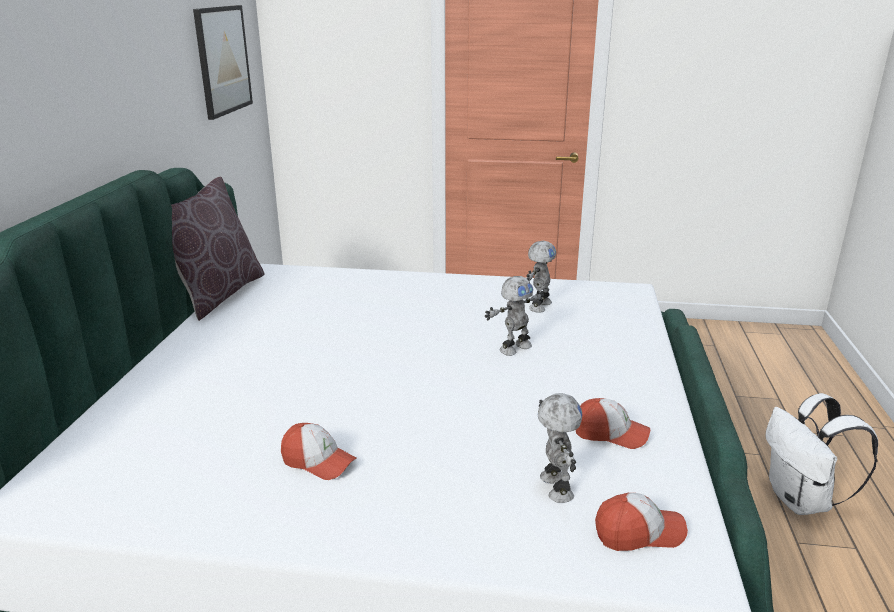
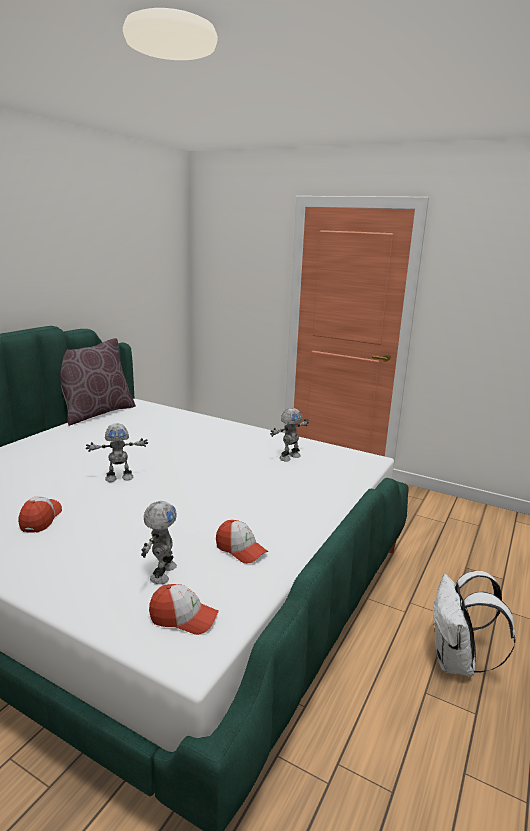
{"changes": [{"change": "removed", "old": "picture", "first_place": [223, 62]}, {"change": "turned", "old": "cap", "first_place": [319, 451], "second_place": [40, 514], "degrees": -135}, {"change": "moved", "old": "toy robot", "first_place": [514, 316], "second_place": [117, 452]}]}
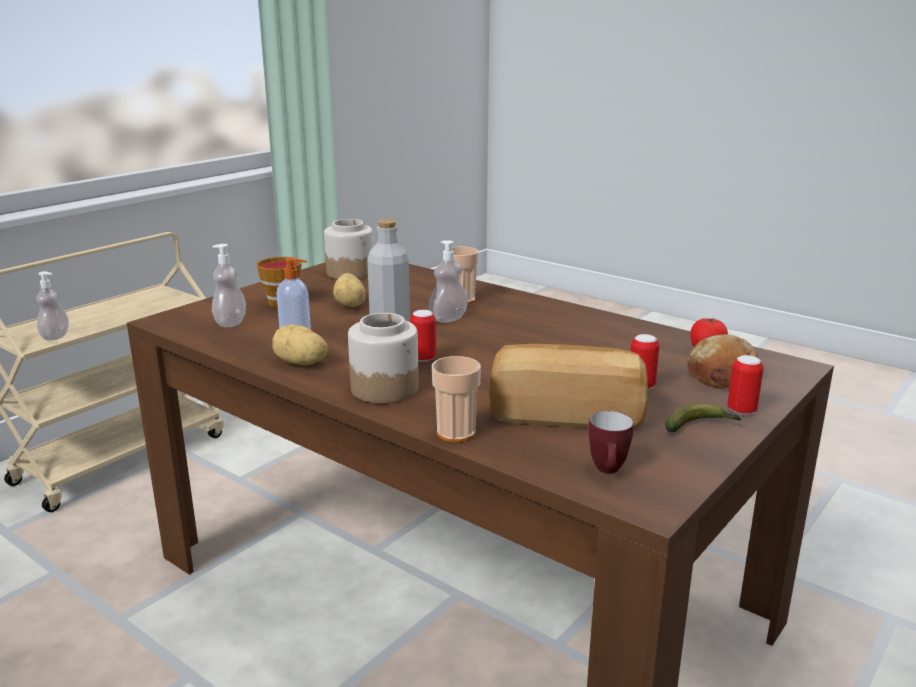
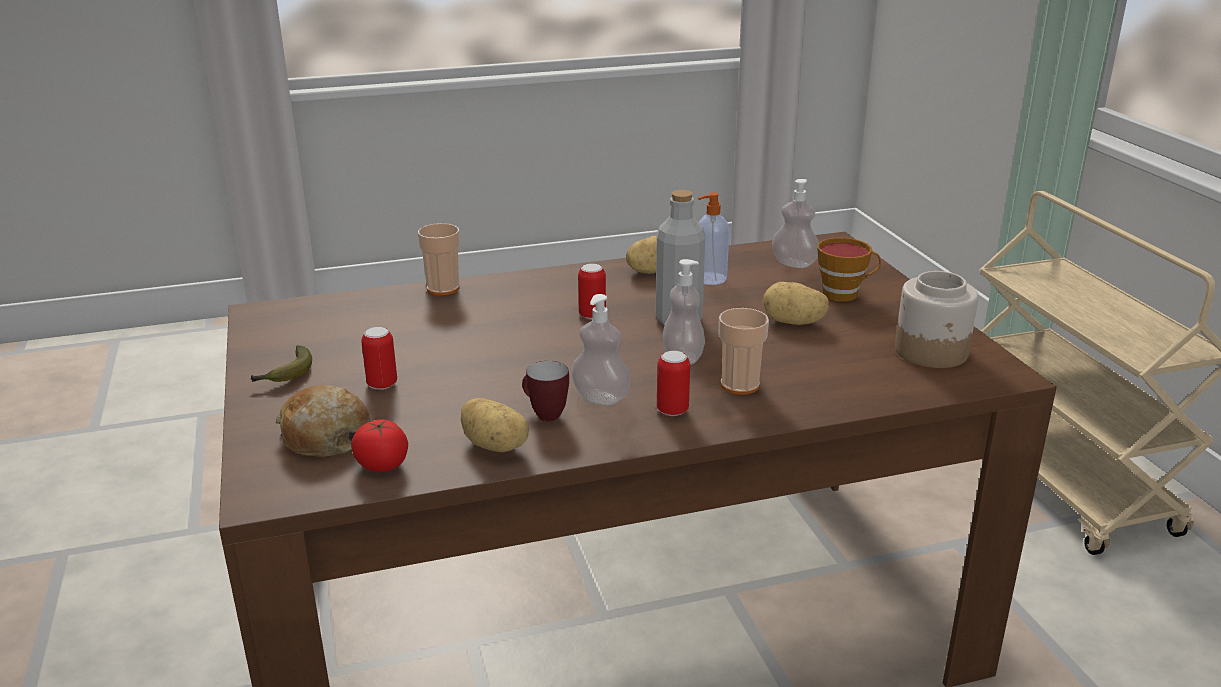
{"changes": [{"change": "moved", "old": "soap dispenser", "first_place": [53, 306], "second_place": [601, 349]}, {"change": "removed", "old": "jar", "first_place": [383, 358]}, {"change": "removed", "old": "bread", "first_place": [568, 387]}, {"change": "moved", "old": "mug", "first_place": [611, 442], "second_place": [545, 391]}, {"change": "moved", "old": "can", "first_place": [745, 385], "second_place": [673, 383]}, {"change": "added", "new": "potato", "second_place": [495, 425]}]}
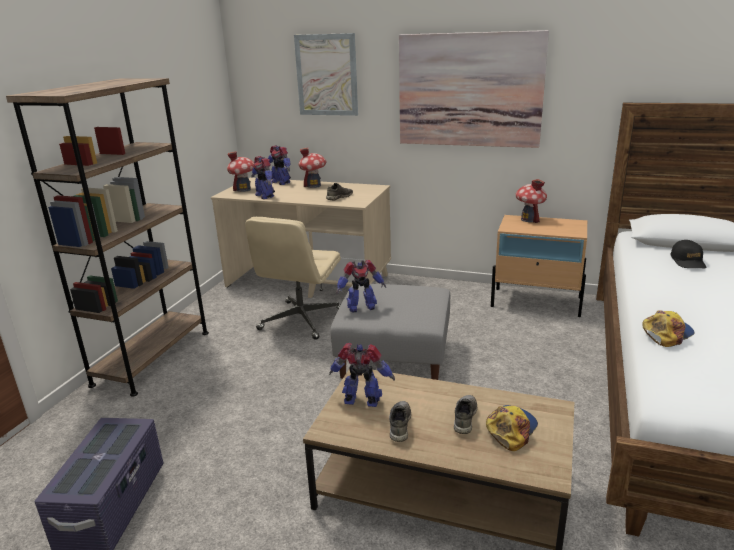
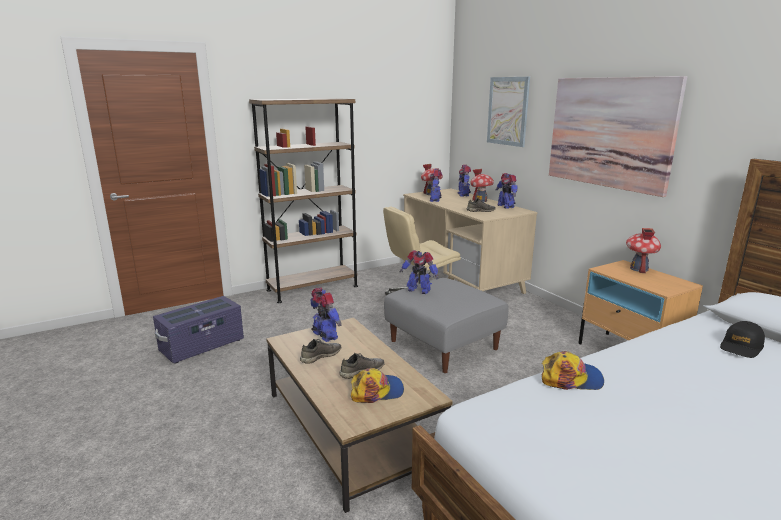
{"changes": [{"change": "added", "new": "toy robot", "second_place": [506, 191]}]}
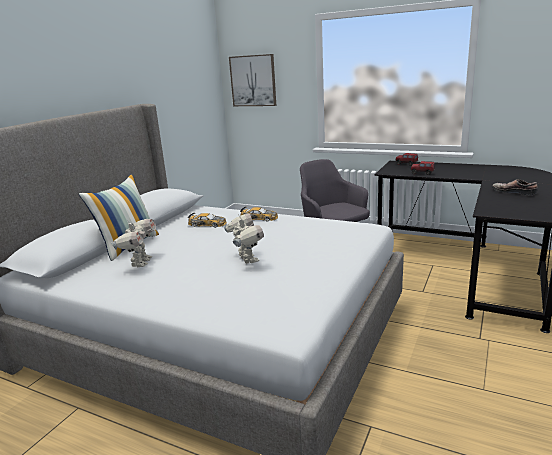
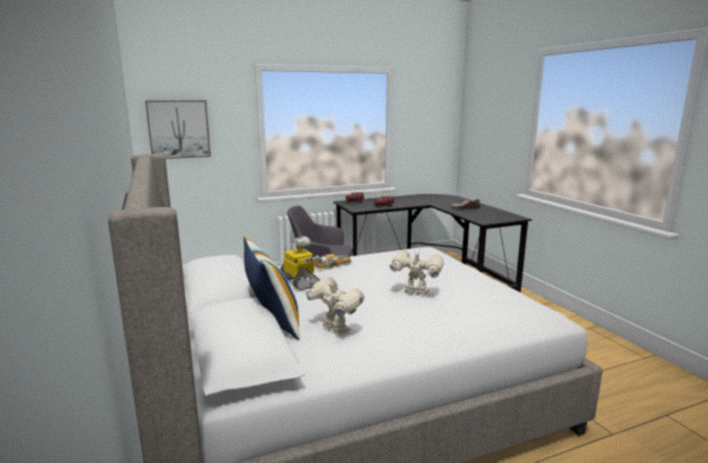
{"changes": [{"change": "replaced", "old": "toy car", "new": "toy robot", "first_place": [207, 220], "second_place": [301, 263]}]}
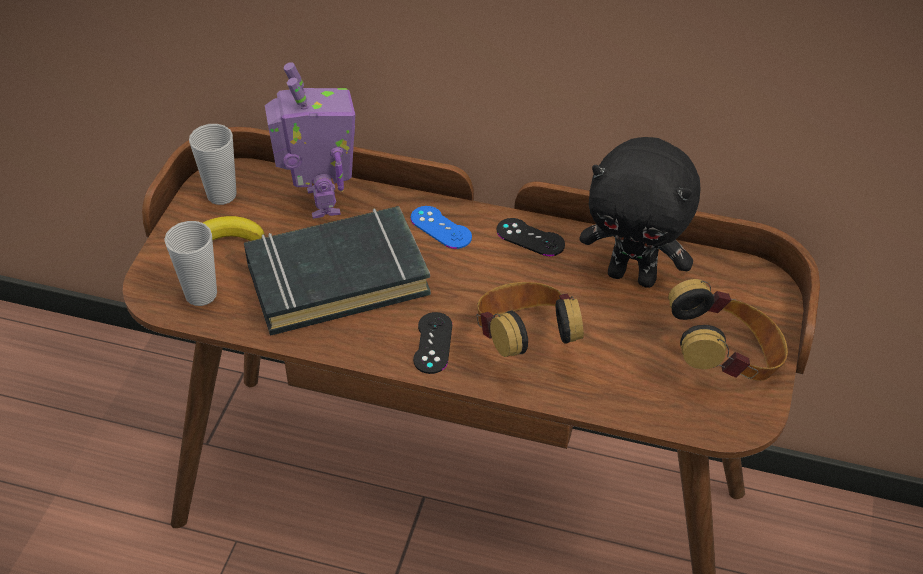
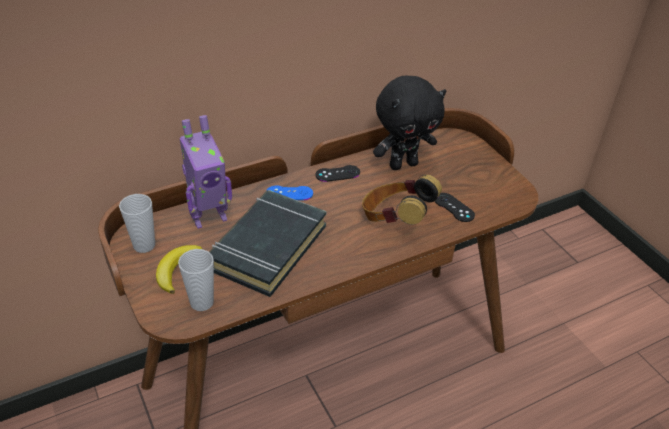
{"changes": [{"change": "turned", "old": "toy robot", "first_place": [310, 141], "second_place": [206, 172], "degrees": 120}, {"change": "moved", "old": "game controller in black", "first_place": [432, 343], "second_place": [455, 207]}, {"change": "removed", "old": "headphones", "first_place": [728, 330]}]}
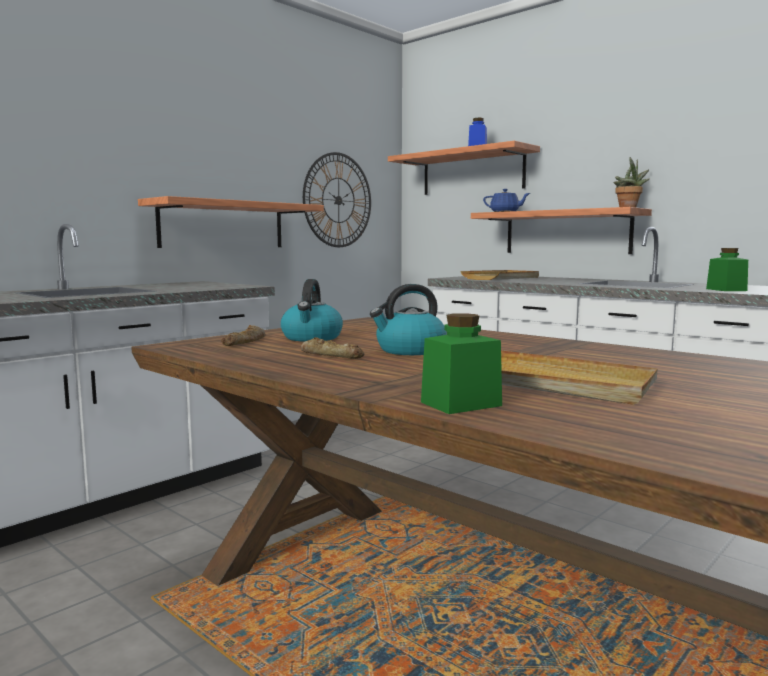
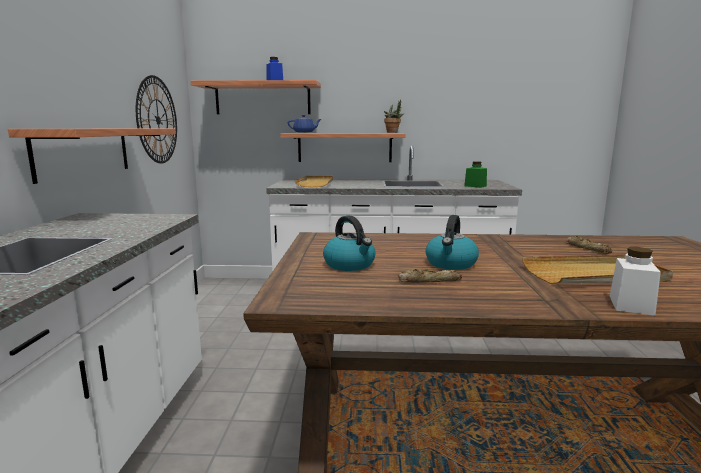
{"changes": [{"change": "moved", "old": "bread", "first_place": [243, 335], "second_place": [589, 245]}, {"change": "recoloured", "old": "jar in green", "new": "jar in white", "first_place": [461, 363], "second_place": [635, 281]}]}
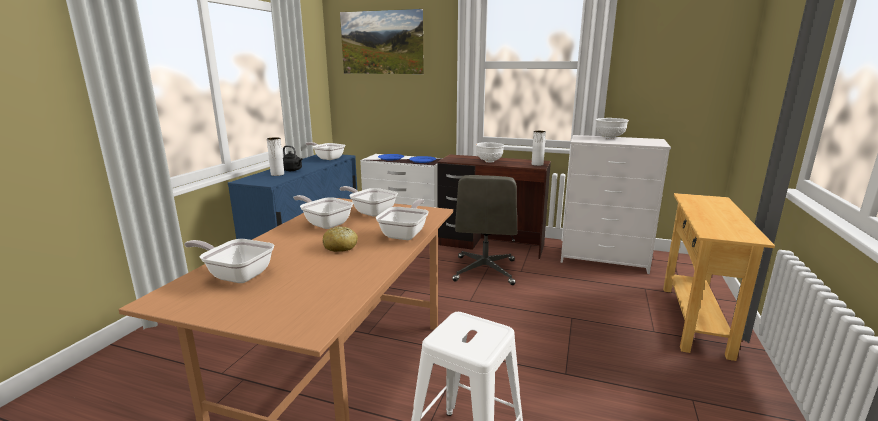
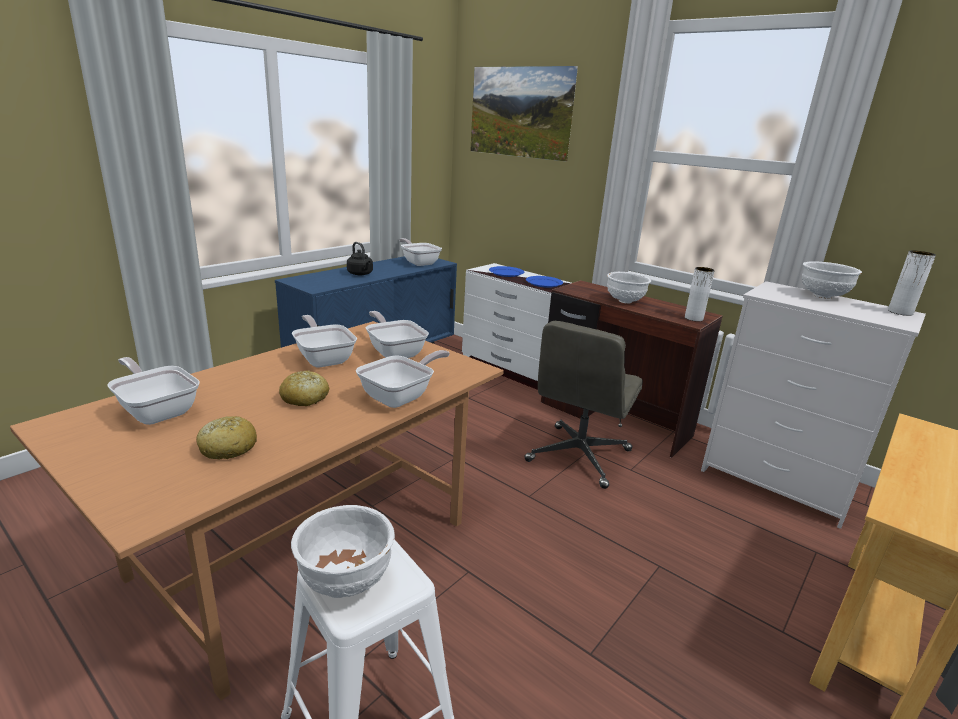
{"changes": [{"change": "moved", "old": "vase in white", "first_place": [275, 156], "second_place": [912, 283]}, {"change": "added", "new": "bread", "second_place": [226, 437]}, {"change": "added", "new": "bowl in white", "second_place": [343, 551]}]}
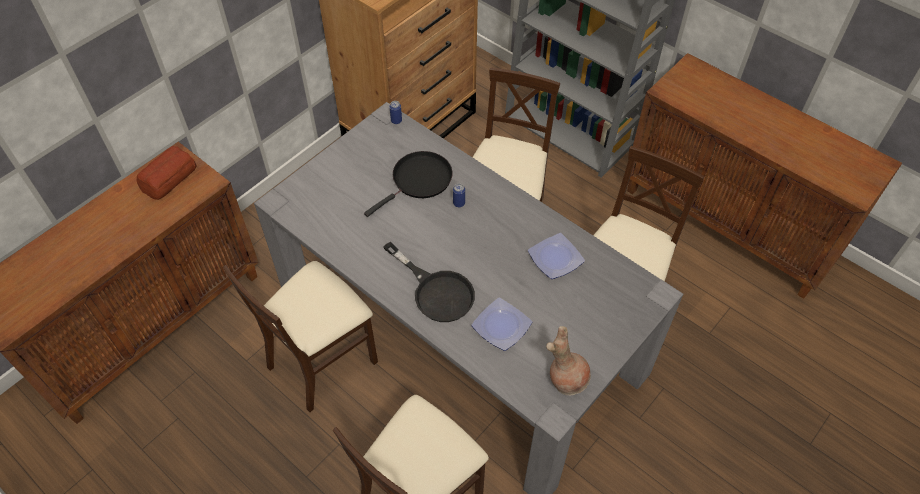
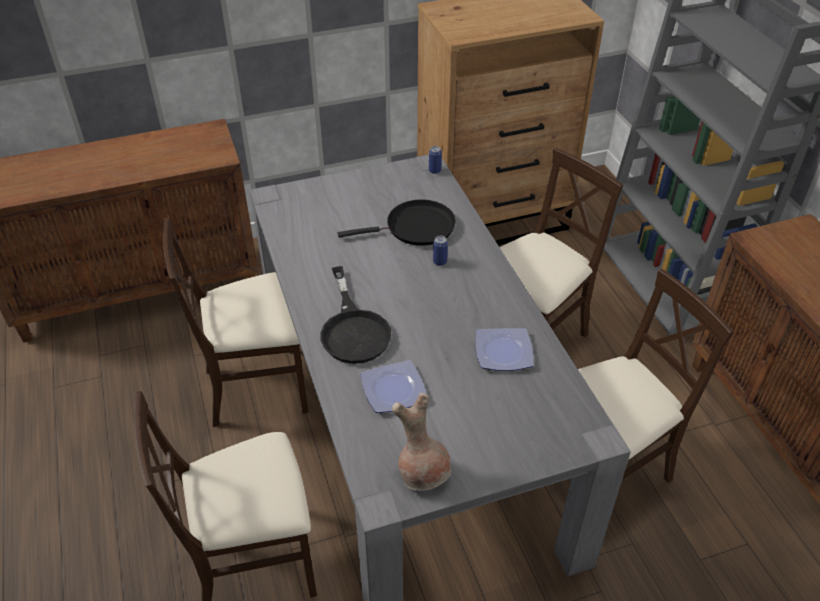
{"changes": [{"change": "removed", "old": "bread", "first_place": [166, 173]}]}
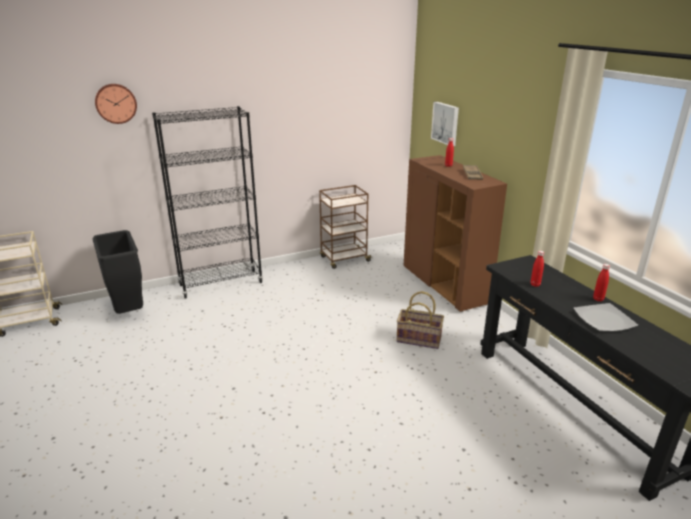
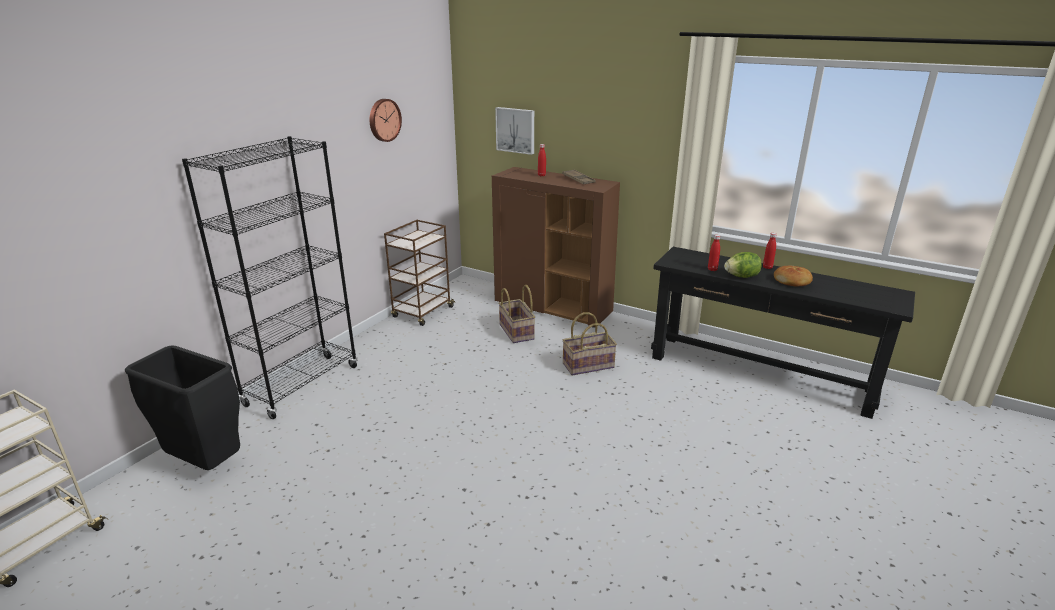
{"changes": [{"change": "moved", "old": "wall clock", "first_place": [116, 104], "second_place": [386, 120]}, {"change": "replaced", "old": "plate", "new": "bread", "first_place": [605, 317], "second_place": [793, 276]}, {"change": "added", "new": "basket", "second_place": [516, 314]}, {"change": "added", "new": "lettuce", "second_place": [743, 265]}]}
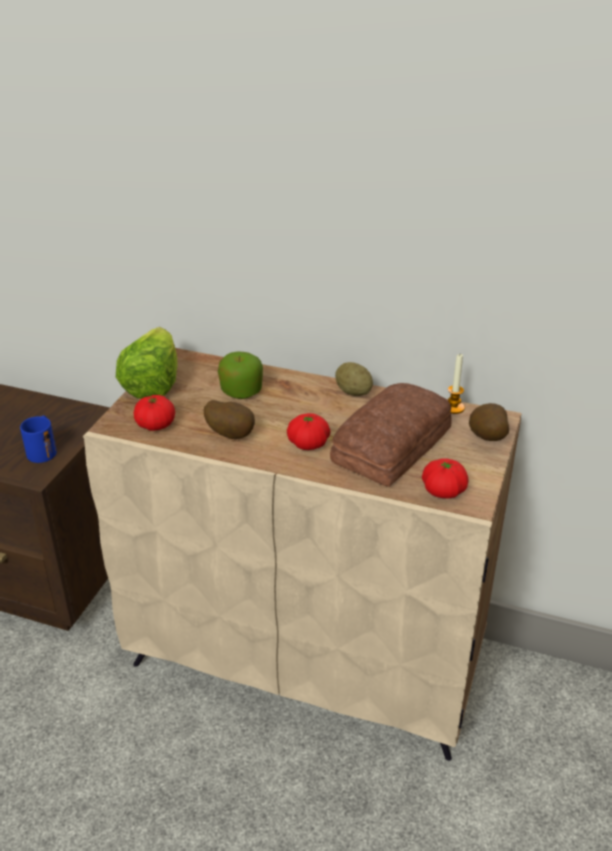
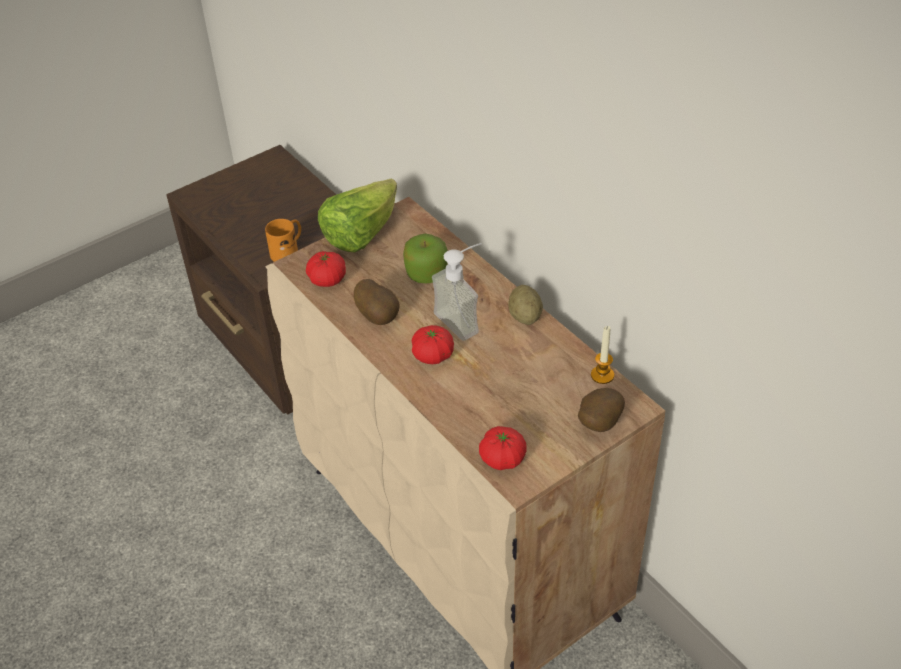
{"changes": [{"change": "recoloured", "old": "mug in blue", "new": "mug in orange", "first_place": [38, 439], "second_place": [283, 240]}, {"change": "removed", "old": "bread", "first_place": [391, 435]}, {"change": "added", "new": "soap dispenser", "second_place": [457, 292]}]}
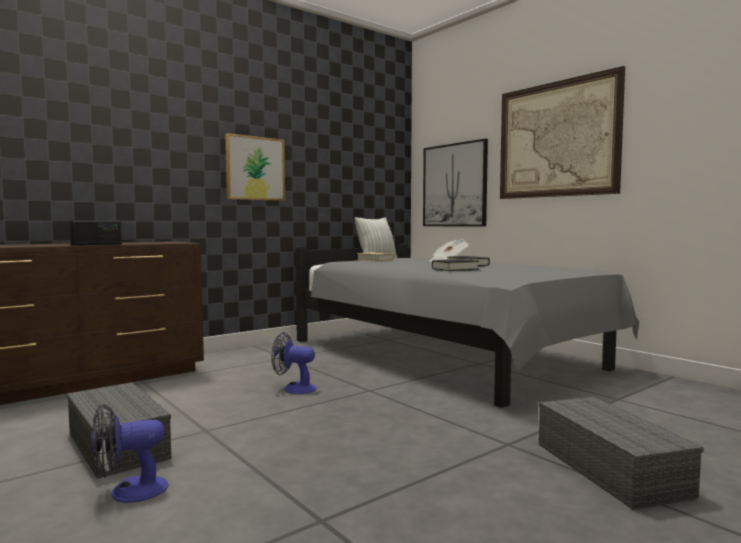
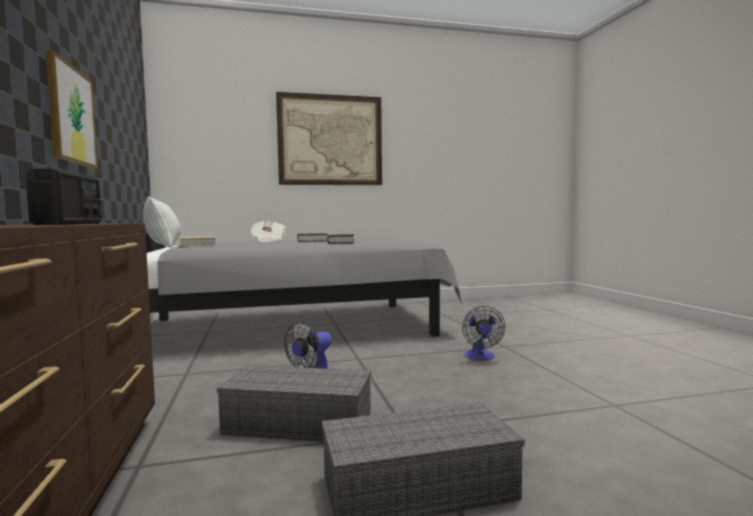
{"changes": [{"change": "moved", "old": "fan", "first_place": [129, 453], "second_place": [483, 333]}, {"change": "removed", "old": "picture", "first_place": [455, 183]}, {"change": "moved", "old": "storage box in grey", "first_place": [621, 453], "second_place": [294, 403]}]}
